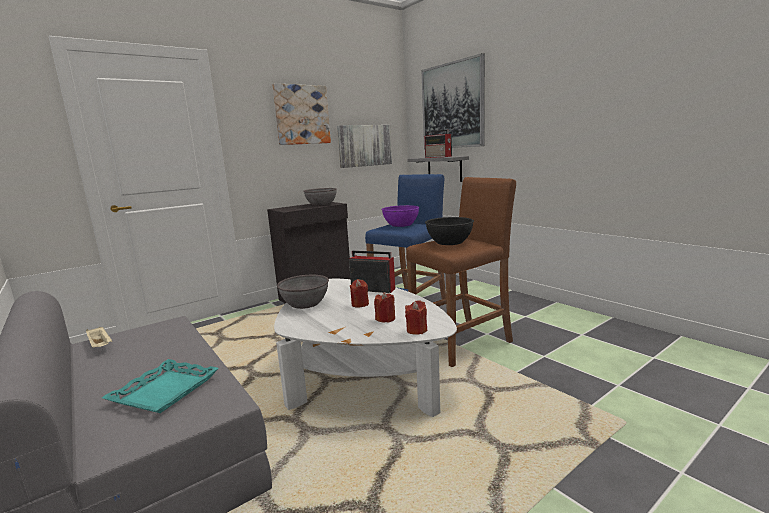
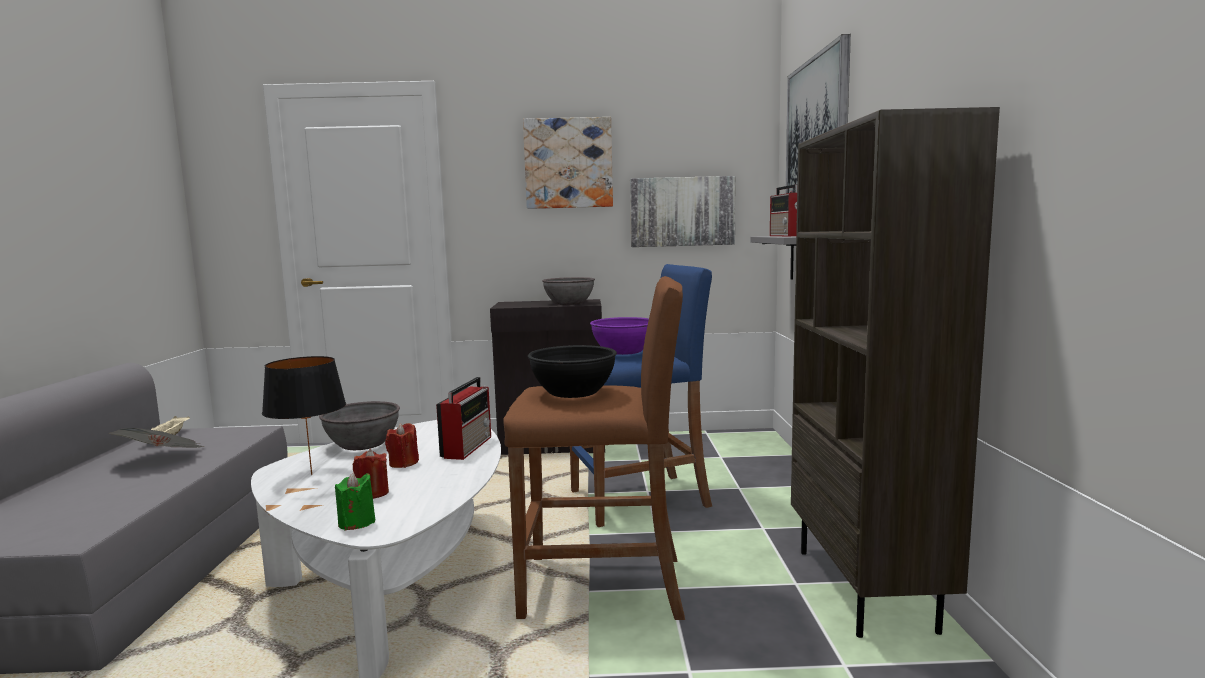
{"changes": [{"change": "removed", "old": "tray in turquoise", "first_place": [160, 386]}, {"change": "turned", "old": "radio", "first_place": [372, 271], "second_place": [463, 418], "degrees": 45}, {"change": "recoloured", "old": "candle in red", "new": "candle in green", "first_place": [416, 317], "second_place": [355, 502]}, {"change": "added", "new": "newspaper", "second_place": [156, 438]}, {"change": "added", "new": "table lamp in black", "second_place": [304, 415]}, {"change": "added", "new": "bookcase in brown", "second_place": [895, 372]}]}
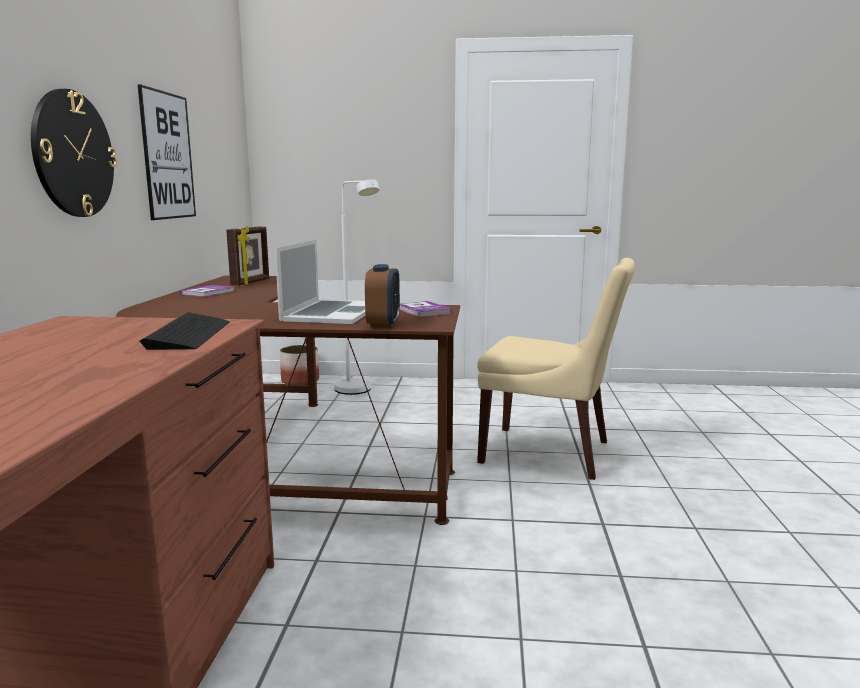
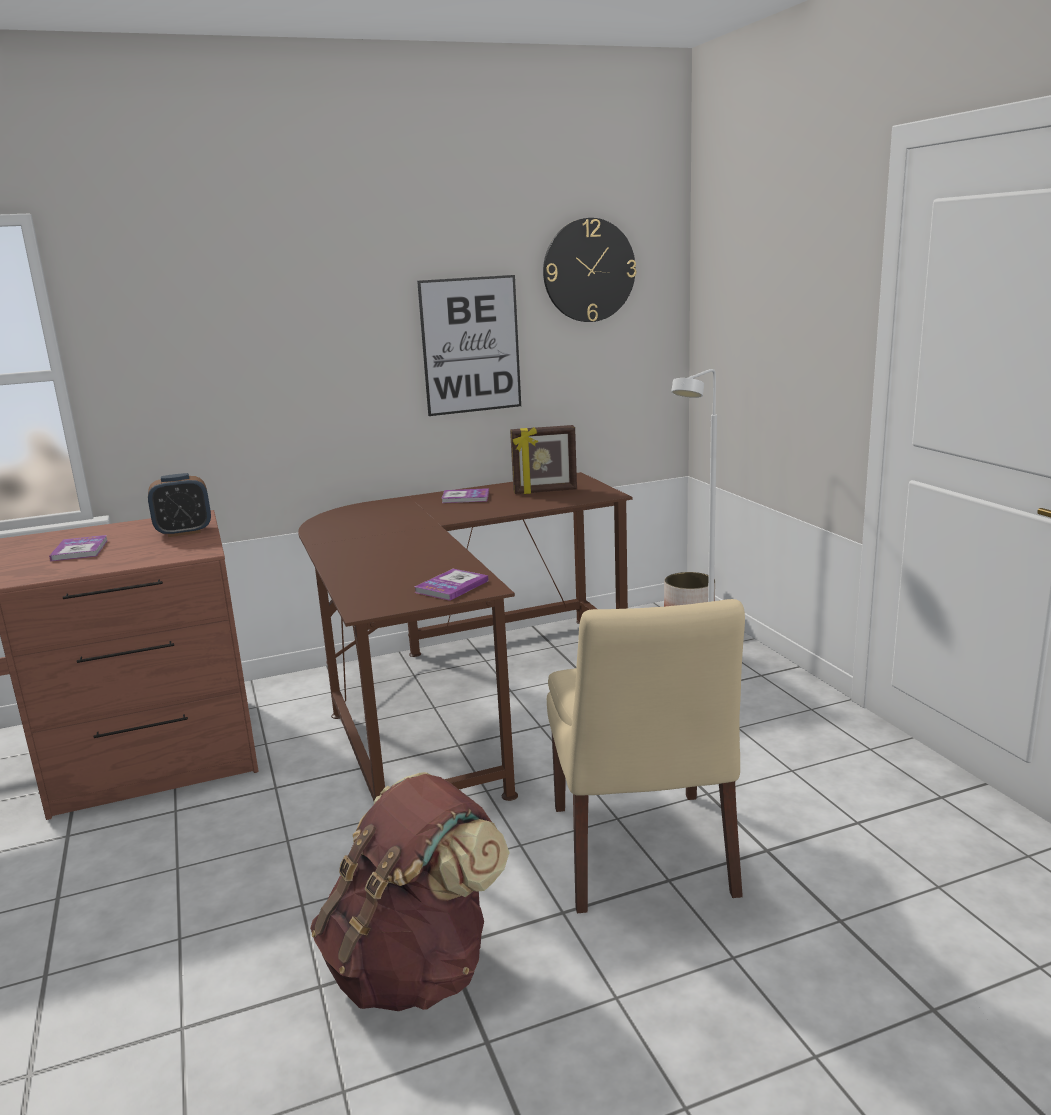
{"changes": [{"change": "moved", "old": "wall clock", "first_place": [74, 153], "second_place": [589, 270]}, {"change": "removed", "old": "keyboard", "first_place": [184, 331]}, {"change": "removed", "old": "laptop", "first_place": [320, 282]}, {"change": "moved", "old": "alarm clock", "first_place": [382, 296], "second_place": [179, 505]}, {"change": "added", "new": "book", "second_place": [78, 548]}, {"change": "added", "new": "backpack in brown", "second_place": [410, 891]}]}
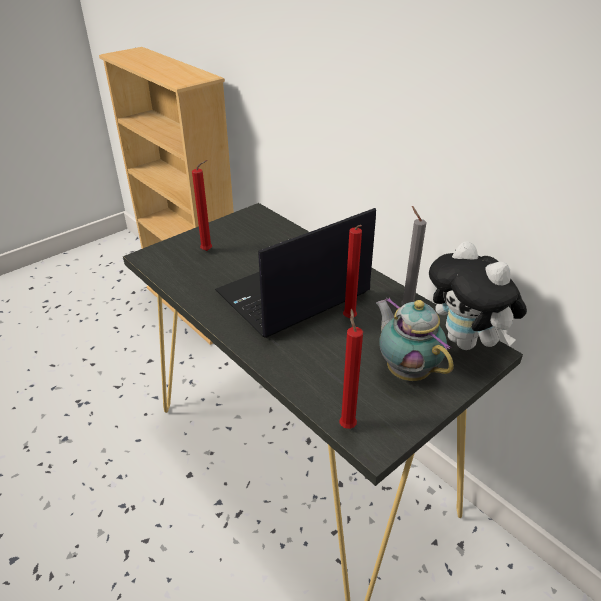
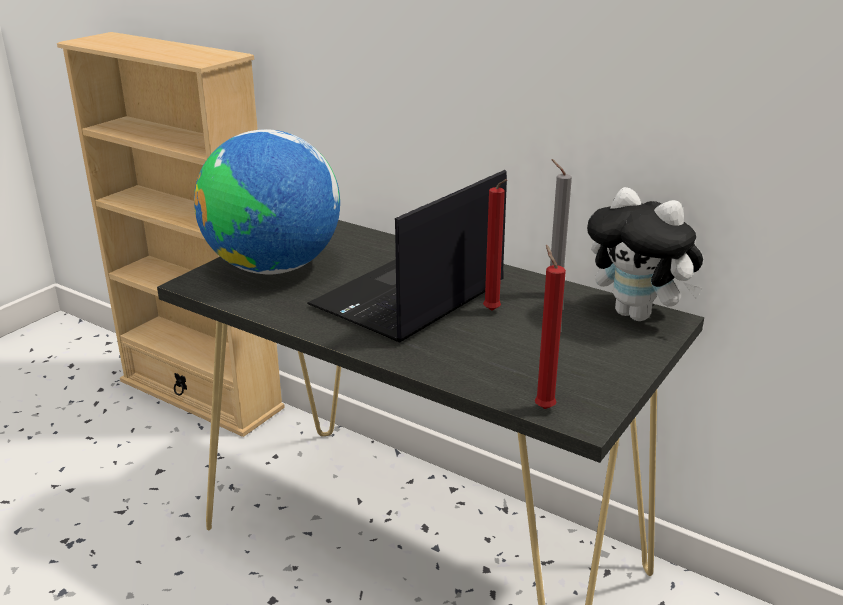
{"changes": [{"change": "replaced", "old": "candle in red", "new": "globe", "first_place": [202, 205], "second_place": [267, 201]}, {"change": "removed", "old": "teapot", "first_place": [415, 339]}]}
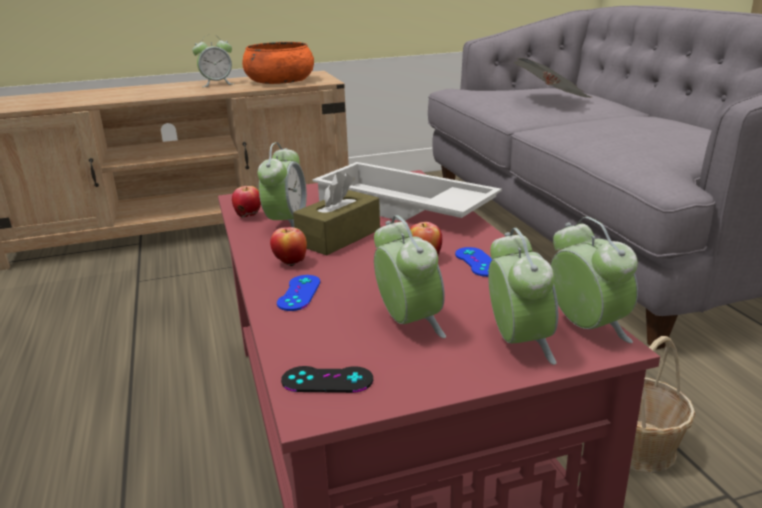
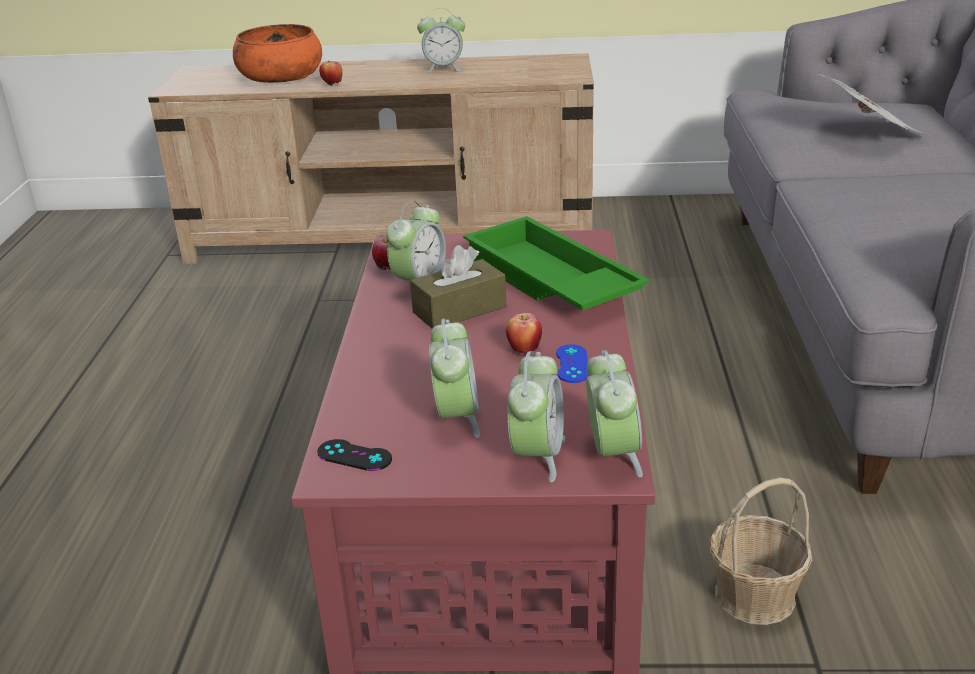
{"changes": [{"change": "moved", "old": "bowl in orange", "first_place": [278, 63], "second_place": [277, 53]}, {"change": "moved", "old": "apple", "first_place": [288, 247], "second_place": [330, 73]}, {"change": "removed", "old": "game controller in blue", "first_place": [299, 293]}, {"change": "recoloured", "old": "tray in white", "new": "tray in green", "first_place": [407, 191], "second_place": [556, 263]}]}
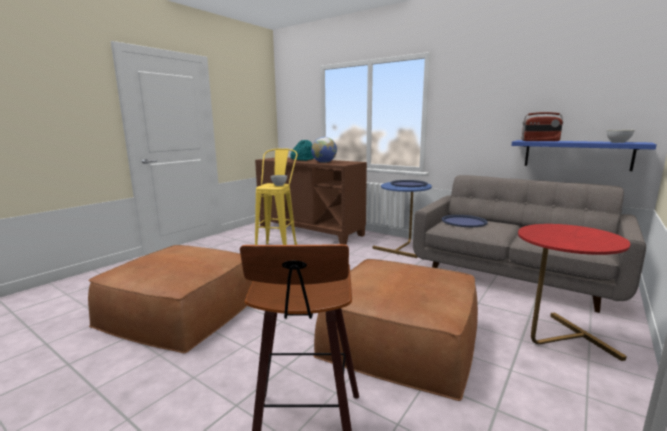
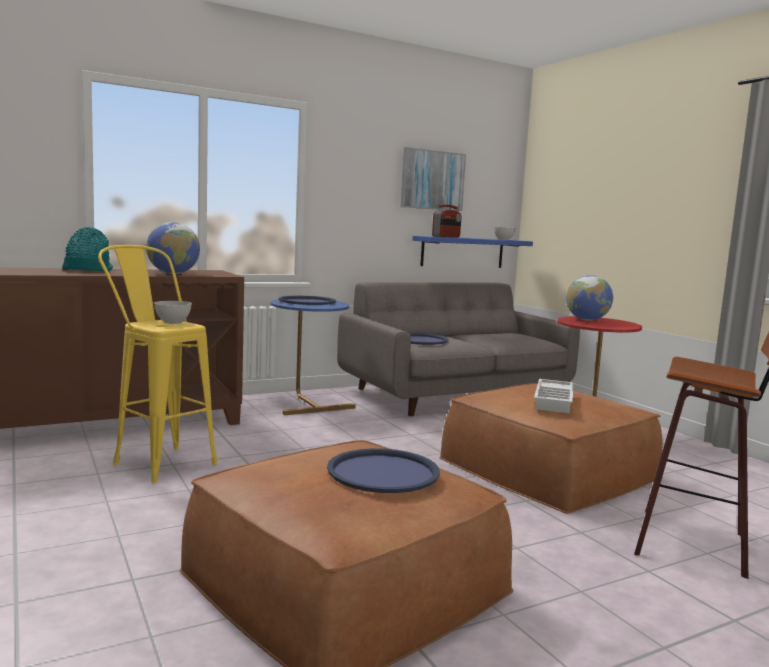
{"changes": [{"change": "added", "new": "tray in blue", "second_place": [383, 470]}, {"change": "added", "new": "picture", "second_place": [433, 179]}, {"change": "added", "new": "tray in white", "second_place": [553, 396]}, {"change": "added", "new": "globe", "second_place": [589, 298]}]}
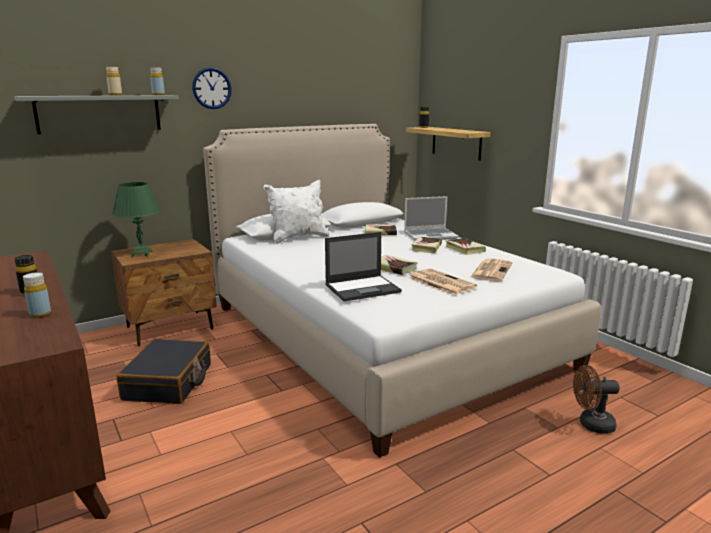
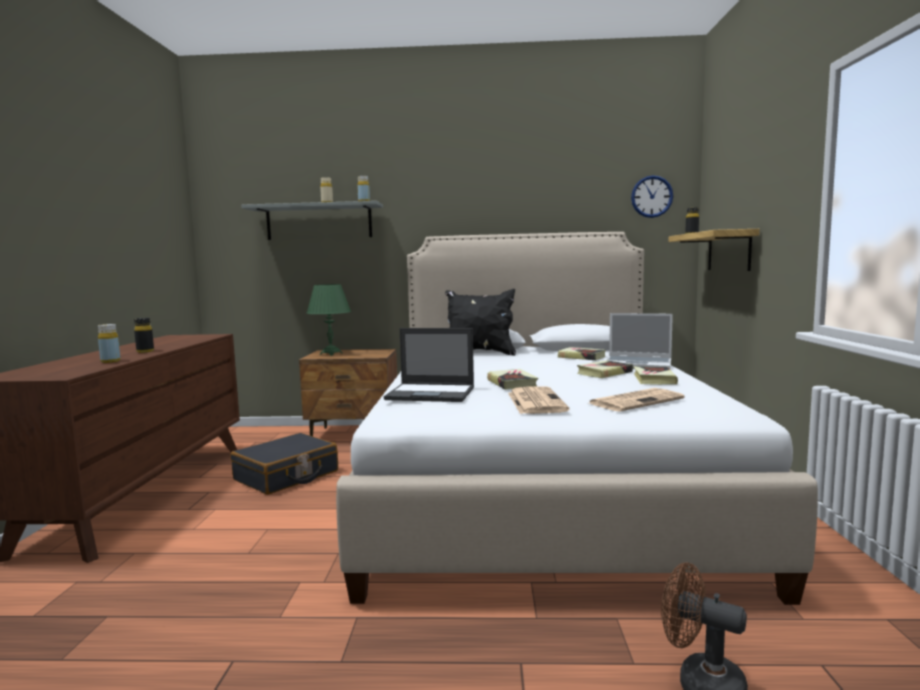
{"changes": [{"change": "moved", "old": "wall clock", "first_place": [212, 88], "second_place": [652, 196]}, {"change": "recoloured", "old": "pillow in white", "new": "pillow in black", "first_place": [297, 212], "second_place": [480, 322]}]}
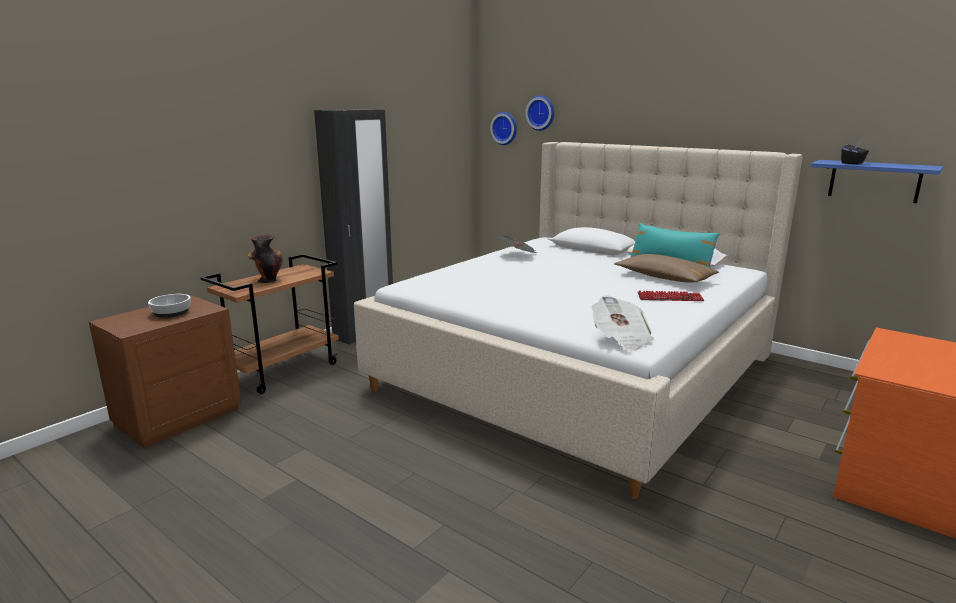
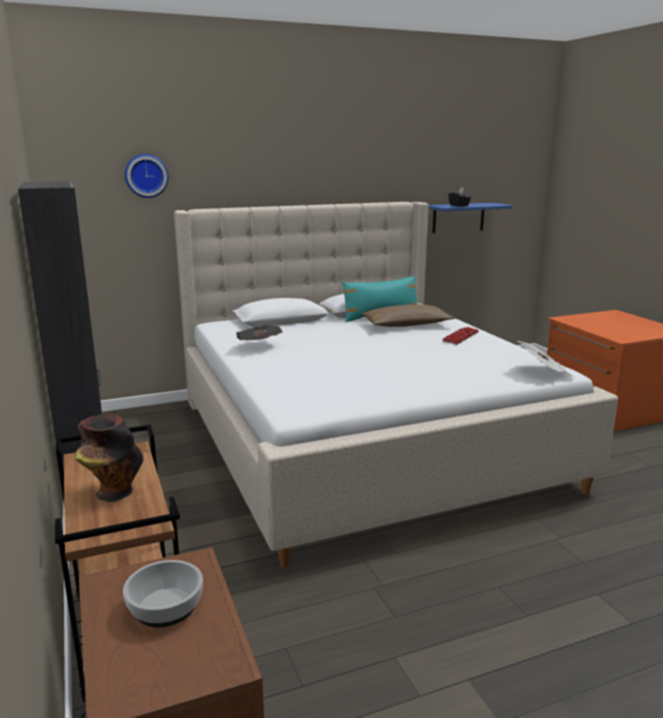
{"changes": [{"change": "removed", "old": "wall clock", "first_place": [503, 128]}]}
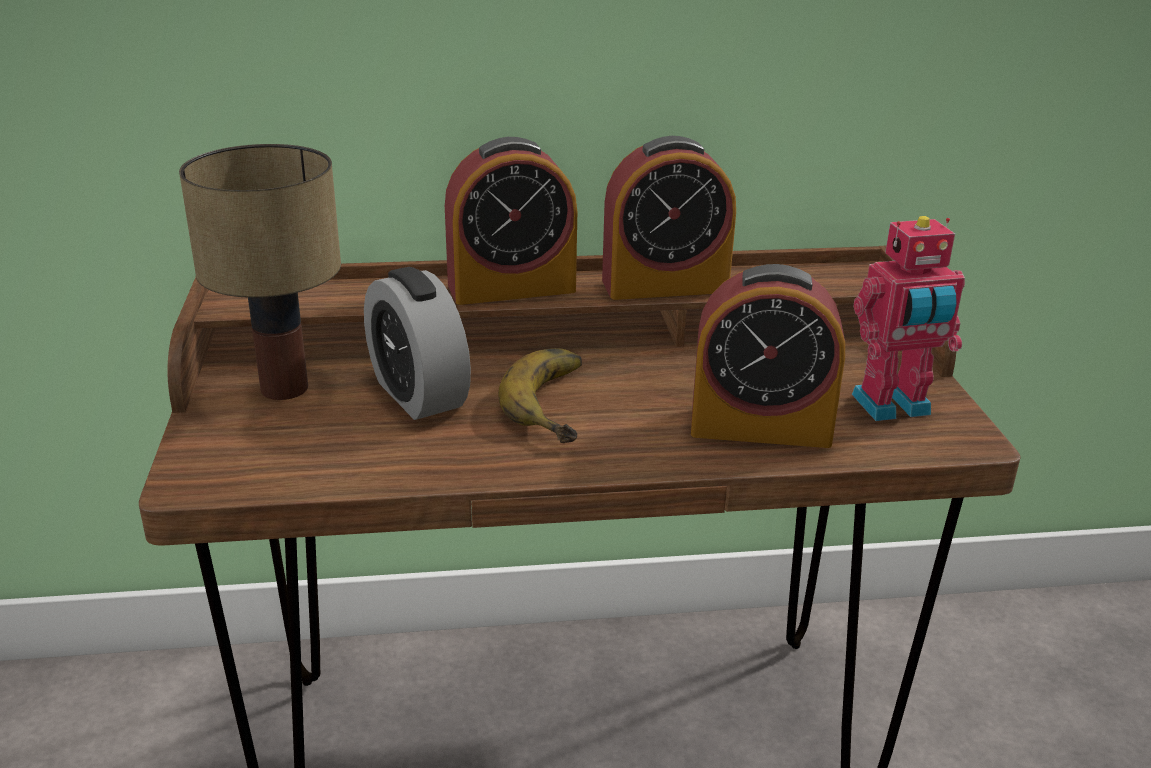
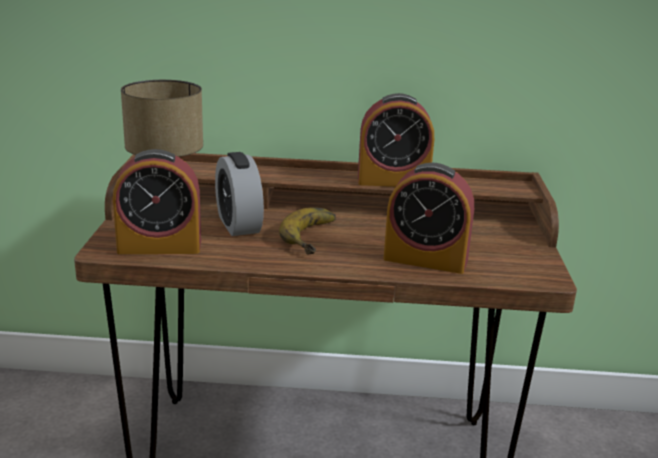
{"changes": [{"change": "moved", "old": "alarm clock", "first_place": [511, 221], "second_place": [157, 201]}, {"change": "removed", "old": "toy robot", "first_place": [908, 318]}]}
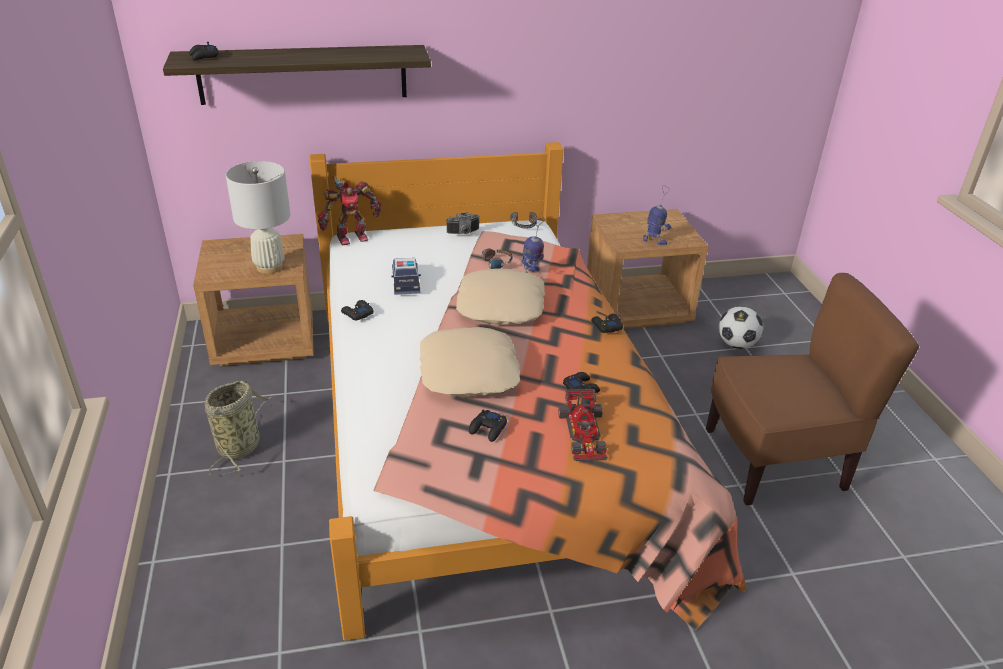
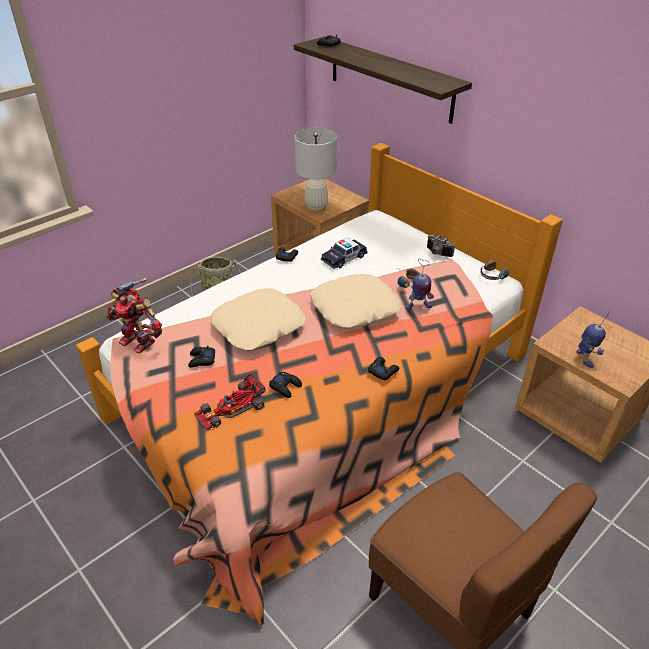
{"changes": [{"change": "moved", "old": "toy robot", "first_place": [349, 211], "second_place": [134, 315]}, {"change": "removed", "old": "football", "first_place": [741, 327]}]}
